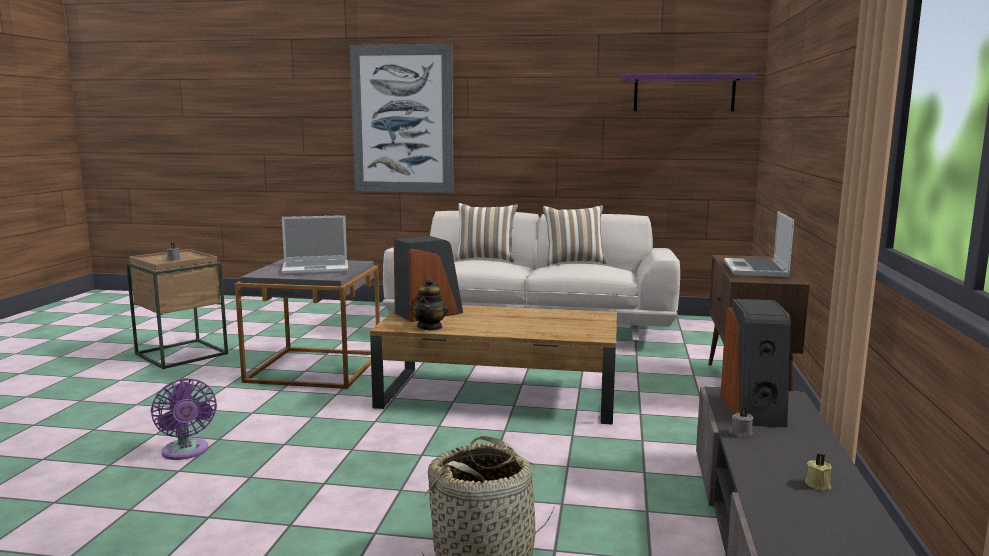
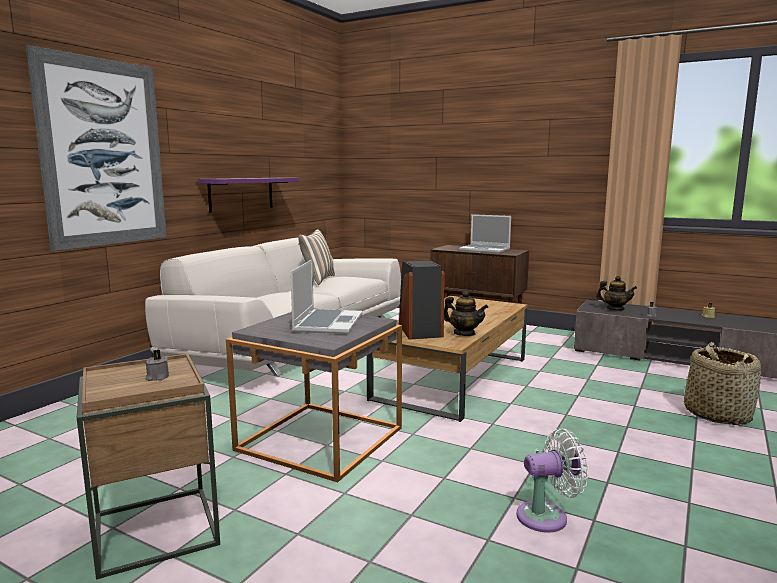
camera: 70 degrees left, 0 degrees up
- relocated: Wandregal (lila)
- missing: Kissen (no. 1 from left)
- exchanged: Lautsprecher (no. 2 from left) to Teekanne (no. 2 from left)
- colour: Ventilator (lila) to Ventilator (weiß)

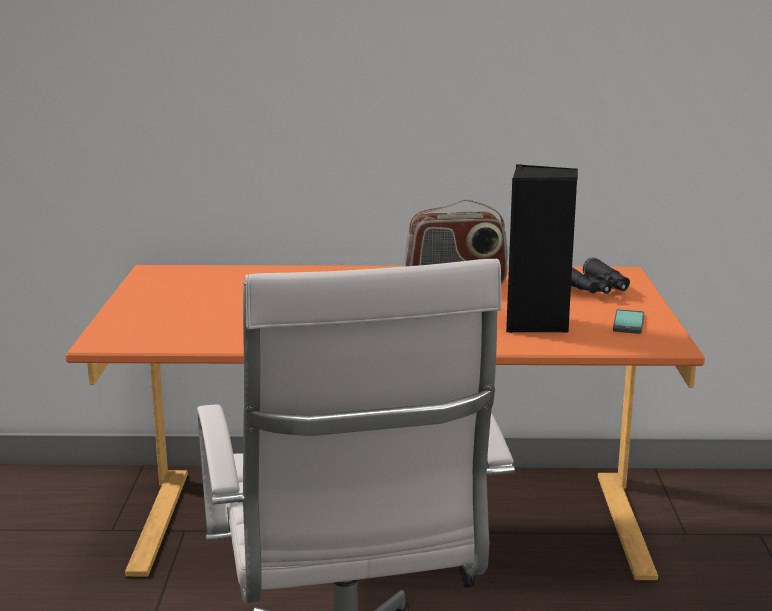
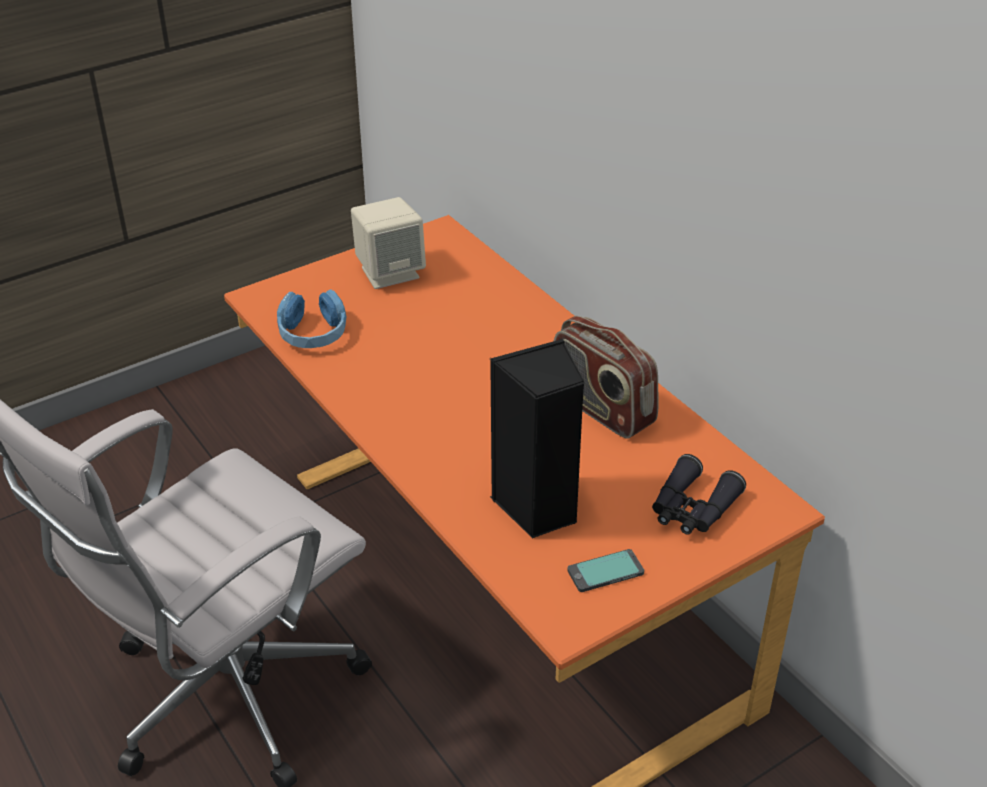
camera: 55 degrees right, 20 degrees up
- appeared: Lautsprecher (beige)
- appeared: Kopfhörer (blau)

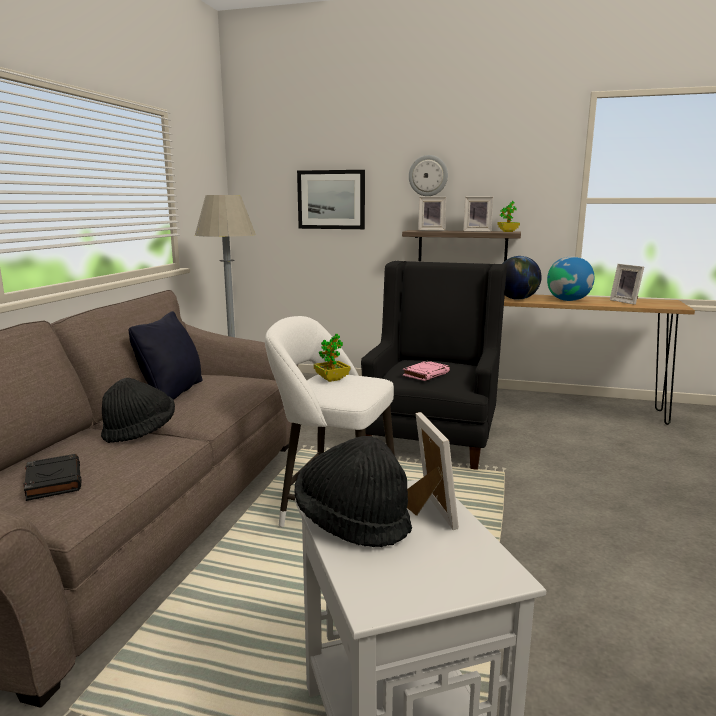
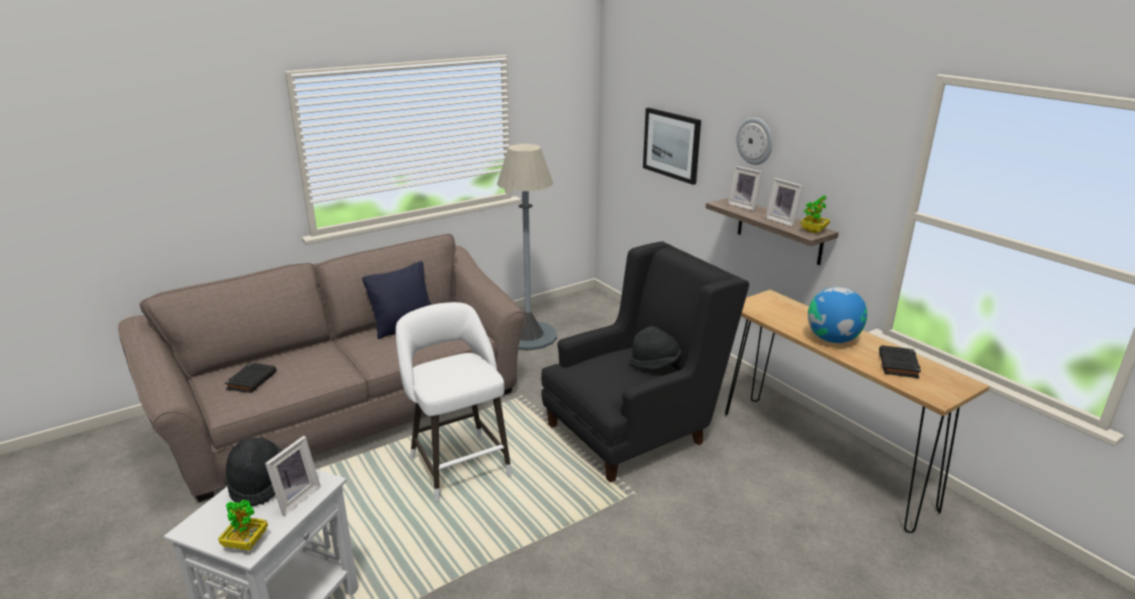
camera: 40 degrees right, 10 degrees up
- missing: Globus (no. 1 from left)
- exchanged: Bilderrahmen (no. 4 from left) to Buch (schwarz) (no. 2 from left)
- relocated: Topfpflanze (no. 1 from left)
- missing: Buch (rosa)
- relocated: Hut (schwarz) (no. 1 from left in the first image) to Hut (schwarz) (no. 2 from left)

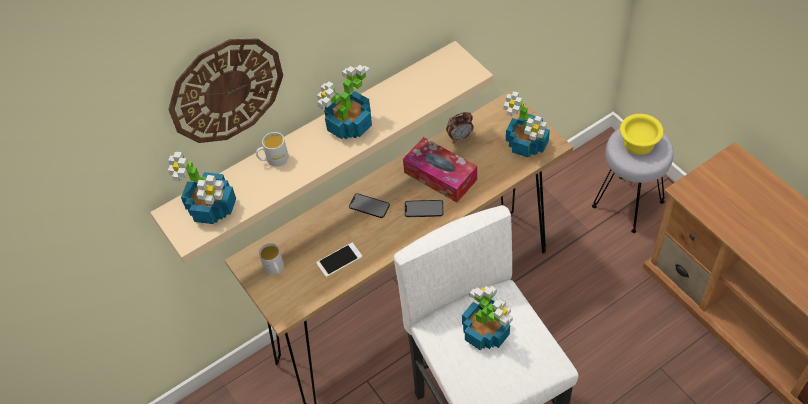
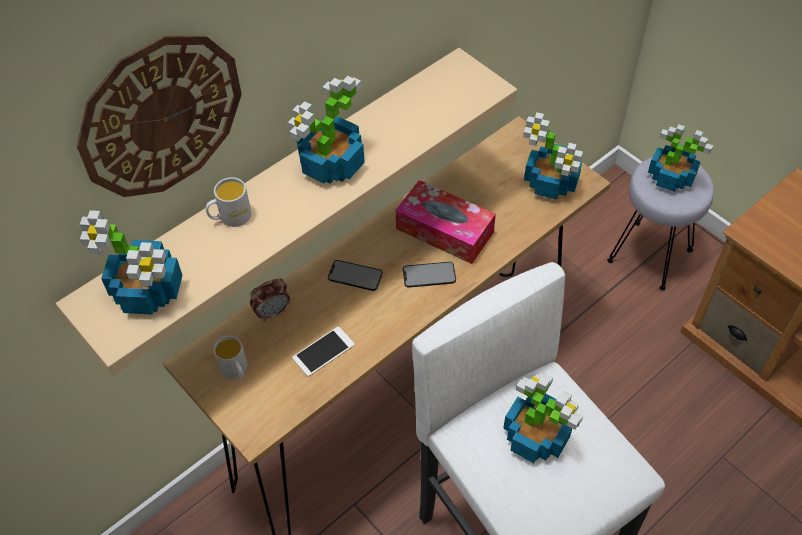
camera: 10 degrees left, 0 degrees up
- relocated: Wecker
- exchanged: Schüssel (gelb) to Topfpflanze (no. 5 from left)

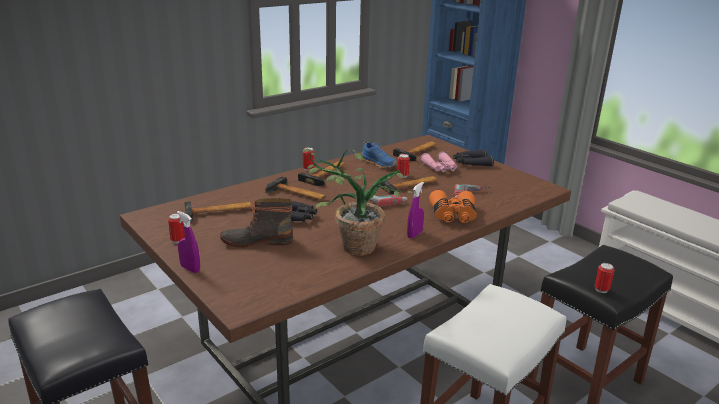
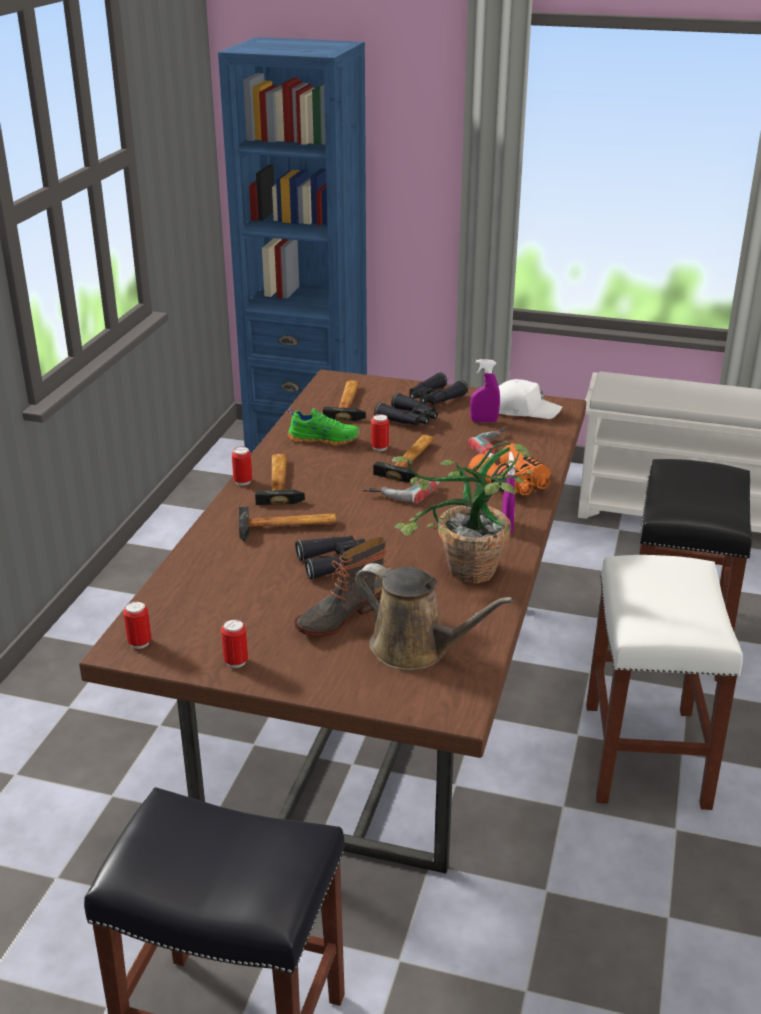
camera: 35 degrees left, 5 degrees up
- colour: Schuh (blau) to Schuh (grün)
- colour: Fernglas (rosa) to Fernglas (schwarz) (no. 2 from left)
- missing: Hammer (no. 1 from left)
- relocated: Sprühflasche (lila) (no. 1 from left)
- relocated: Dose (no. 4 from left in the first image) to Dose (no. 1 from left)
- appeared: Kappe (weiß)
- appeared: Gießkanne (braun)

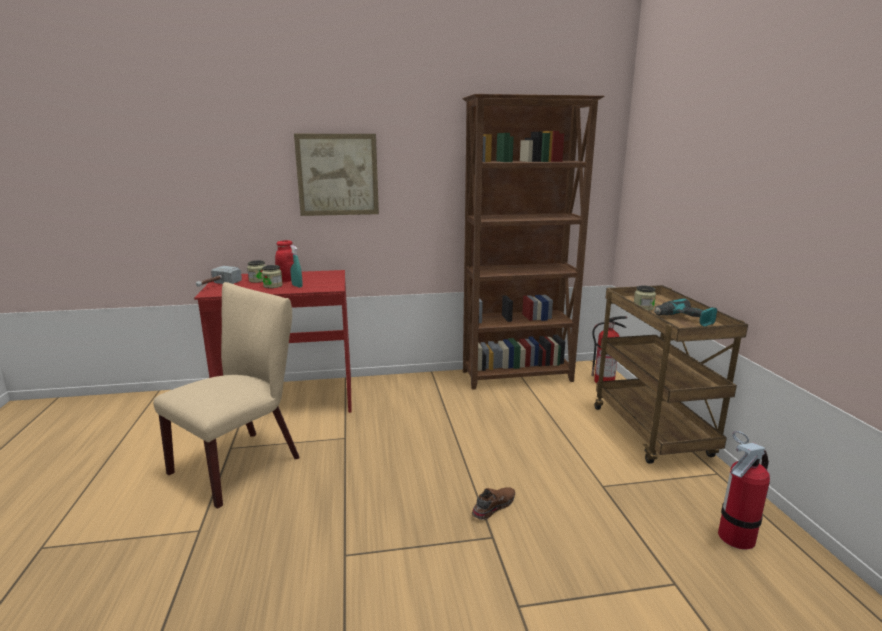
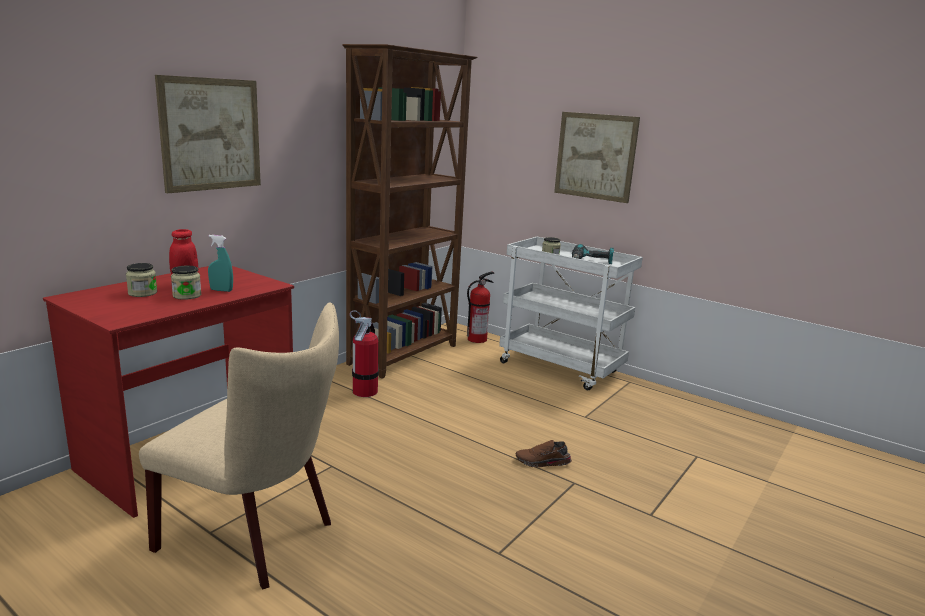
camera: 45 degrees left, 0 degrees up
- missing: Hammer
- spun: Stuhl (beige) 120 degrees clockwise
- colour: Rollwagen (braun) to Rollwagen (weiß)
- relocated: Feuerlöscher (no. 2 from left in the first image) to Feuerlöscher (no. 1 from left)
- spun: Schuh (braun) 90 degrees counterclockwise
- appeared: Bild (no. 2 from left)

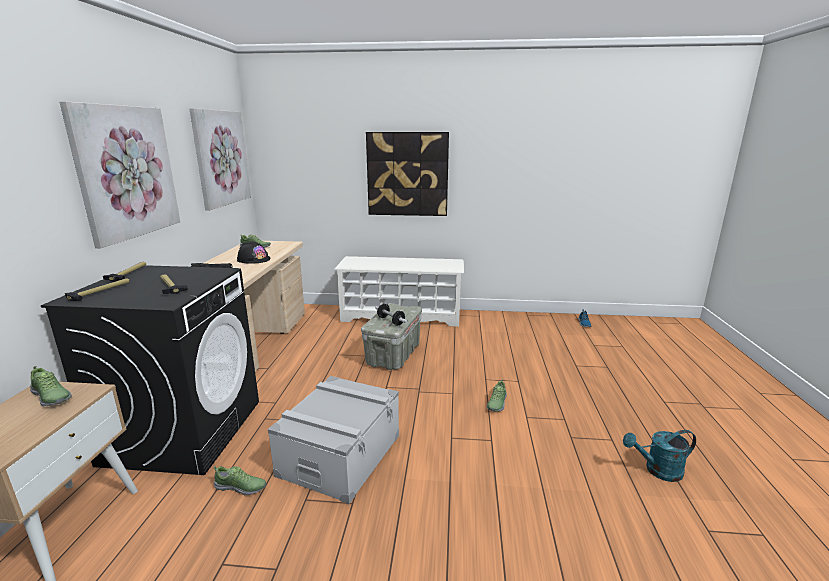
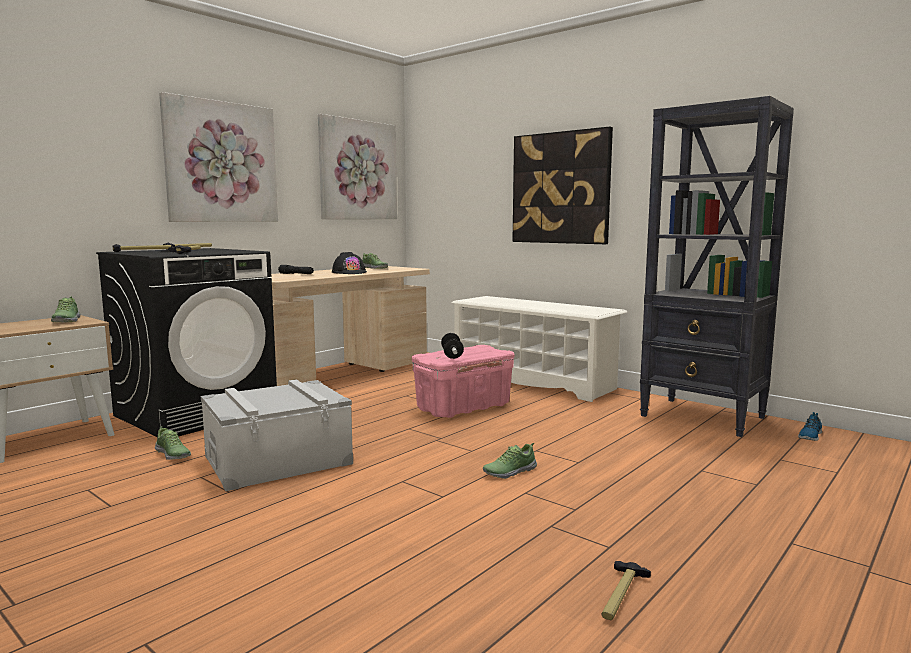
camera: 35 degrees right, 10 degrees down
- colour: Aufbewahrungsbox (grau) (no. 2 from left) to Aufbewahrungsbox (rosa)
- exchanged: Gießkanne (türkis) to Hammer (no. 4 from left)
- appeared: Bücherregal (schwarz)

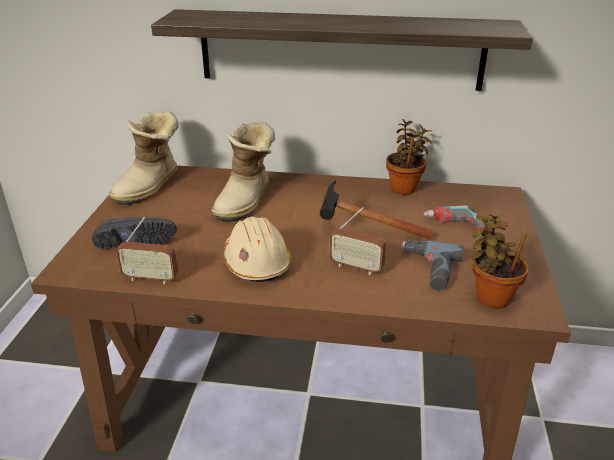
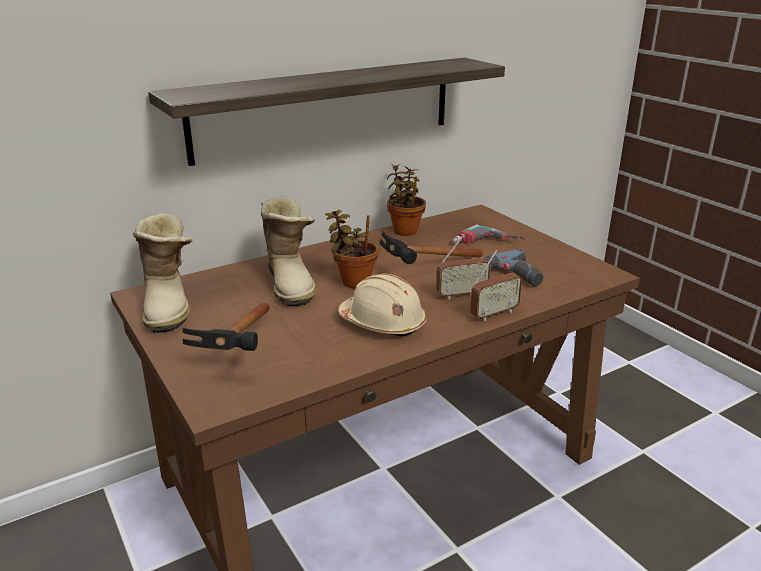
camera: 40 degrees left, 5 degrees down
- relocated: Topfpflanze (no. 2 from left in the first image) to Topfpflanze (no. 1 from left)
- exchanged: Schuh (schwarz) to Hammer (no. 1 from left)
- relocated: Radio (no. 1 from left in the first image) to Radio (no. 2 from left)

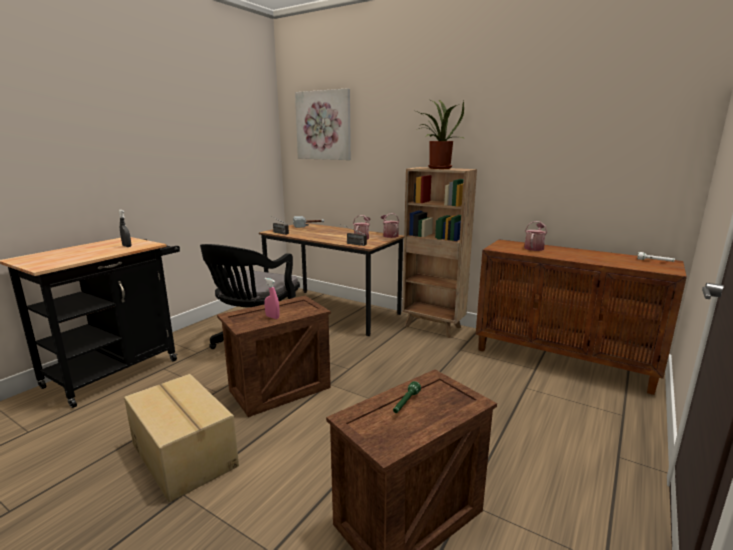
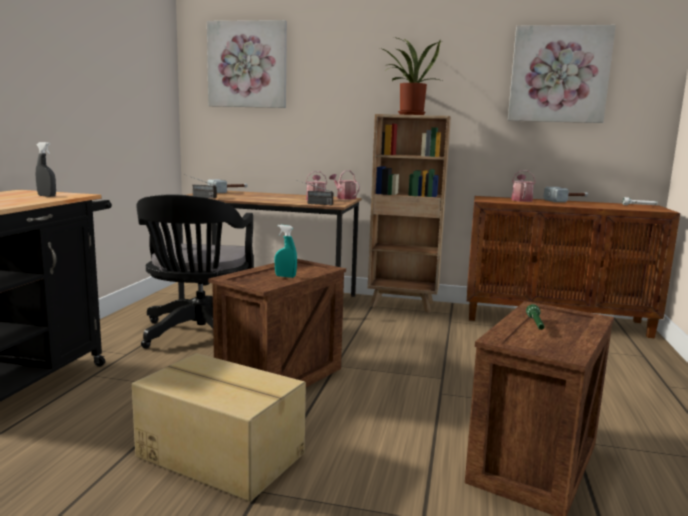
camera: 20 degrees left, 5 degrees down
- colour: Sprühflasche (rosa) to Sprühflasche (türkis)
- appeared: Bild (no. 2 from left)
- appeared: Hammer (no. 2 from left)

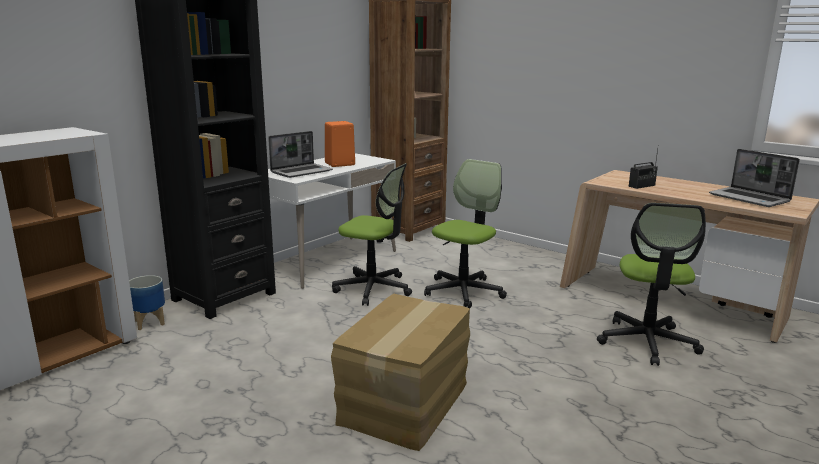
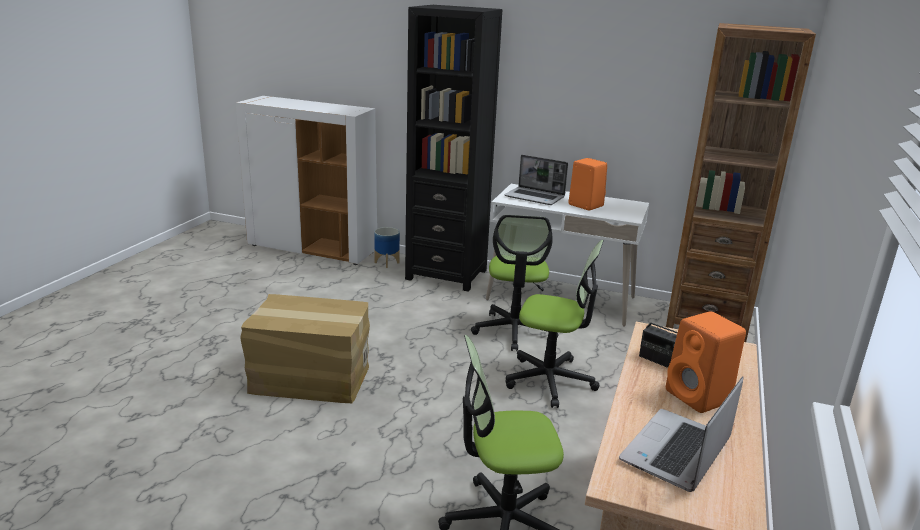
camera: 70 degrees right, 5 degrees up
- appeared: Lautsprecher (orange) (no. 2 from left)

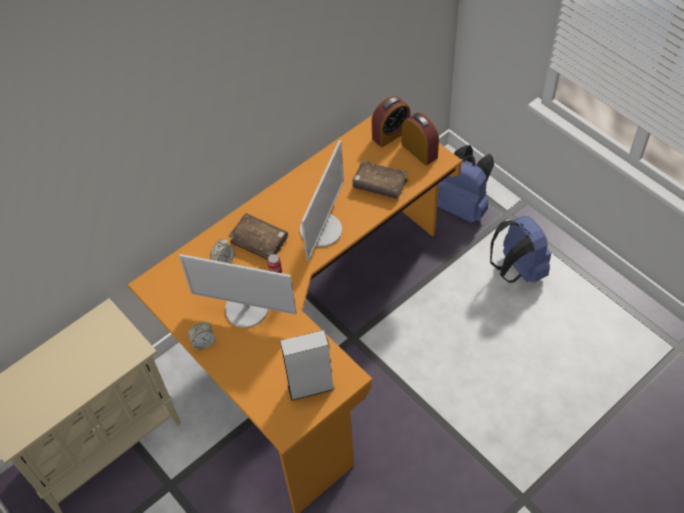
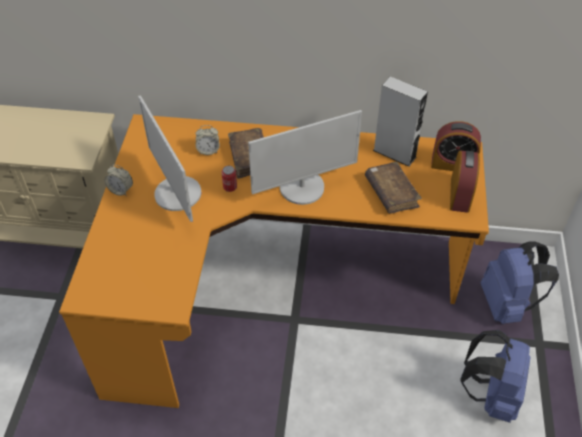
camera: 45 degrees right, 5 degrees down
- relocated: Lautsprecher (grau)

